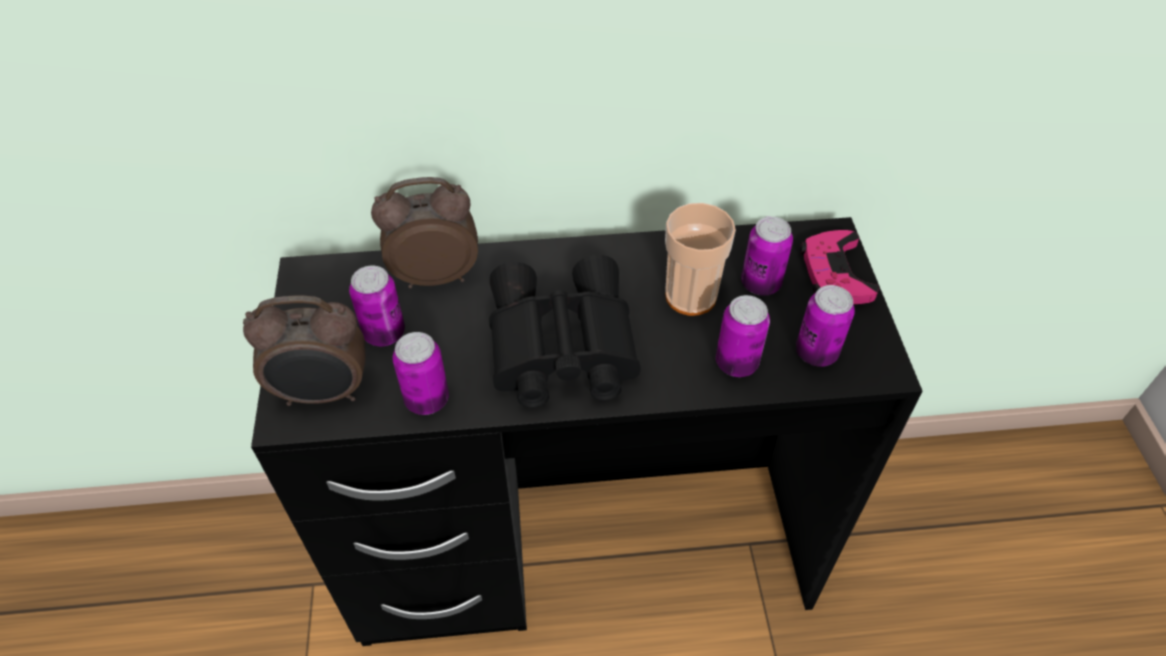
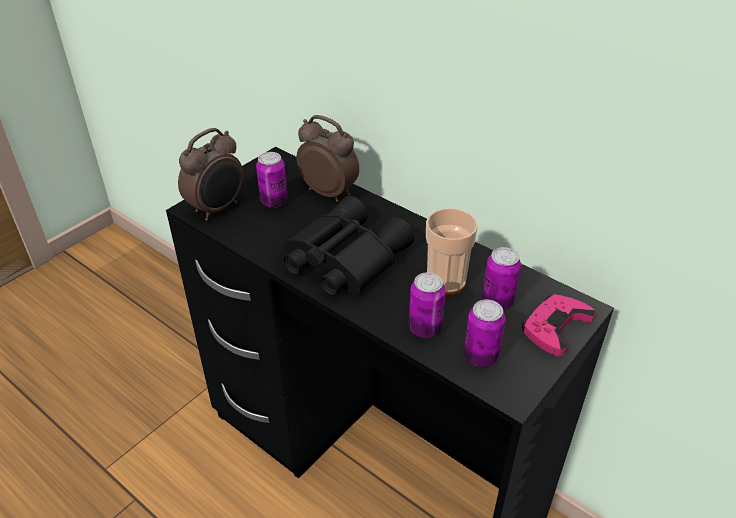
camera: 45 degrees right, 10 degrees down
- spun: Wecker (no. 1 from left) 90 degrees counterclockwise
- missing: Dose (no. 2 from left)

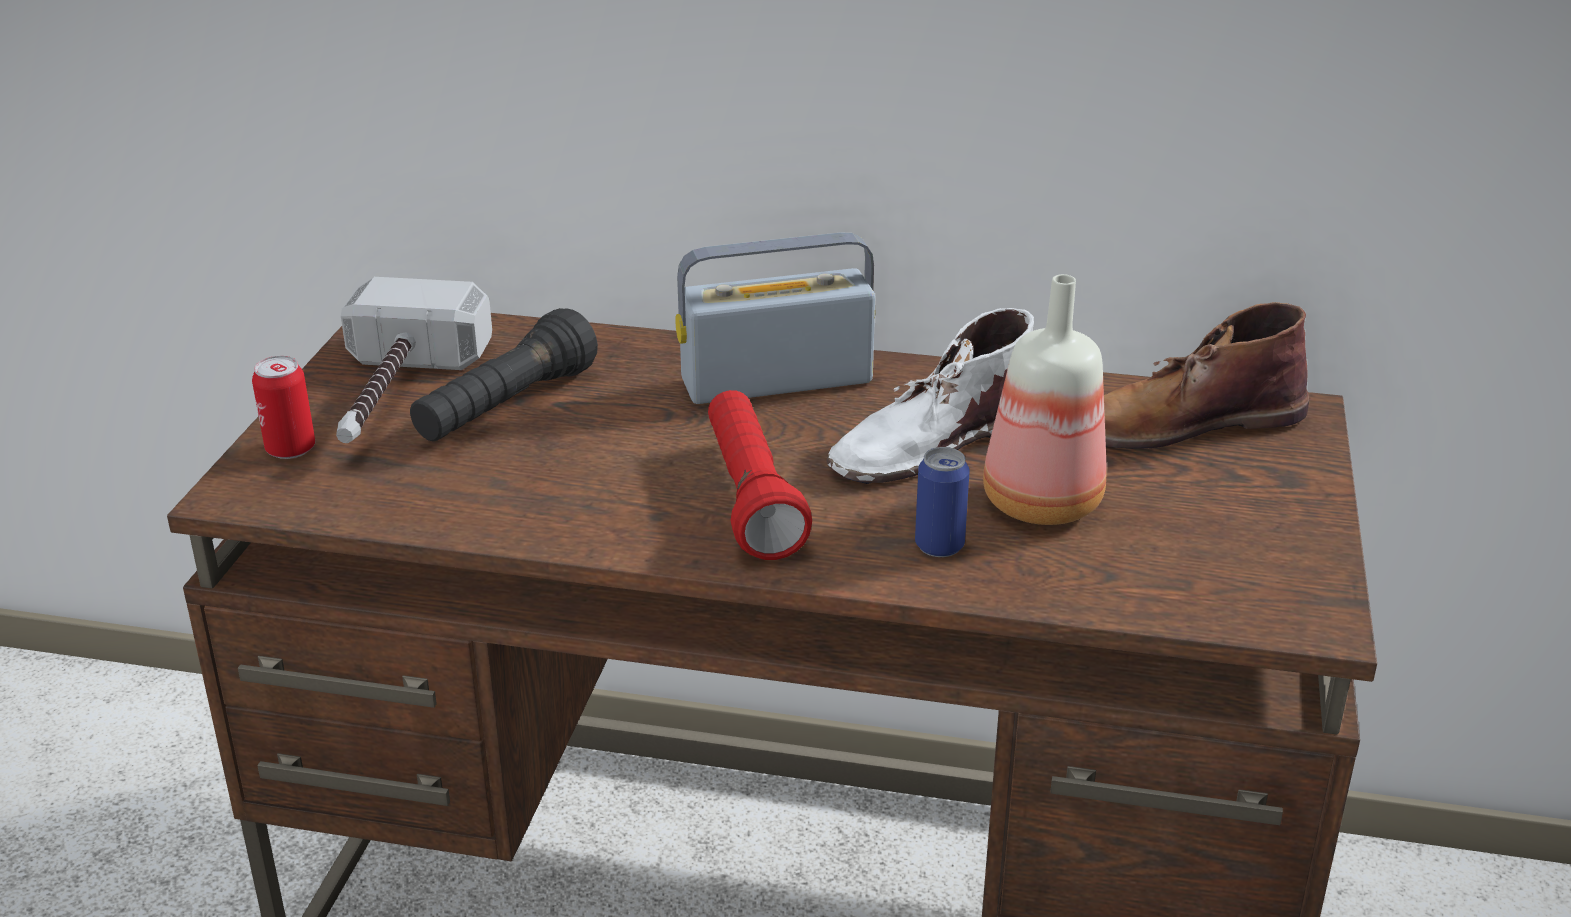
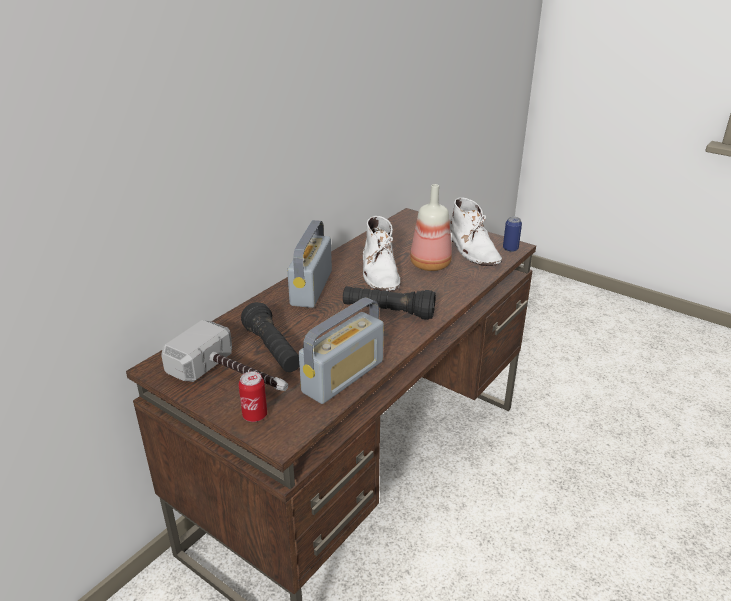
camera: 65 degrees left, 0 degrees up
- missing: Stiefel (braun)
- colour: Taschenlampe (rot) to Taschenlampe (schwarz) (no. 2 from left)
- relocated: Dose (no. 2 from left)
- appeared: Stiefel (weiß) (no. 2 from left)
- appeared: Radio (no. 2 from left)

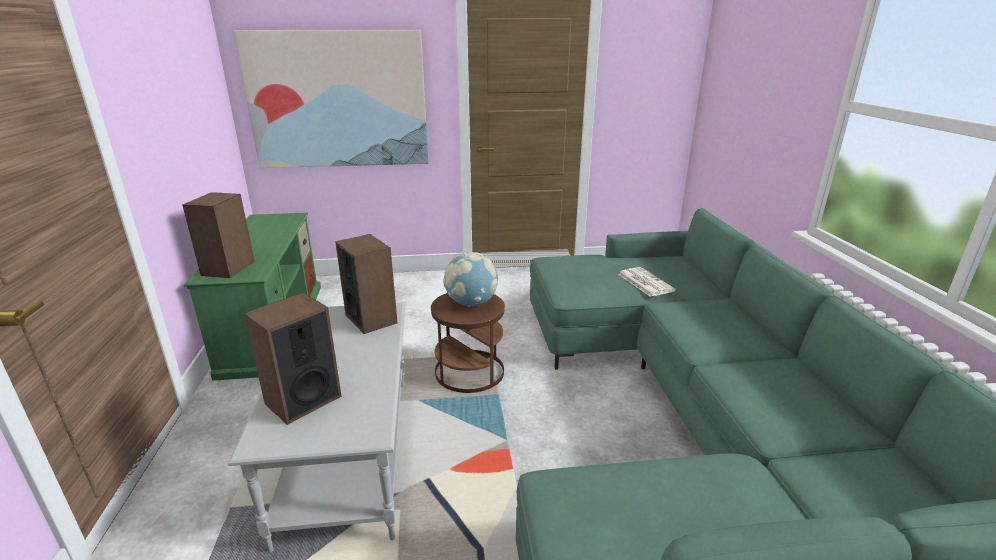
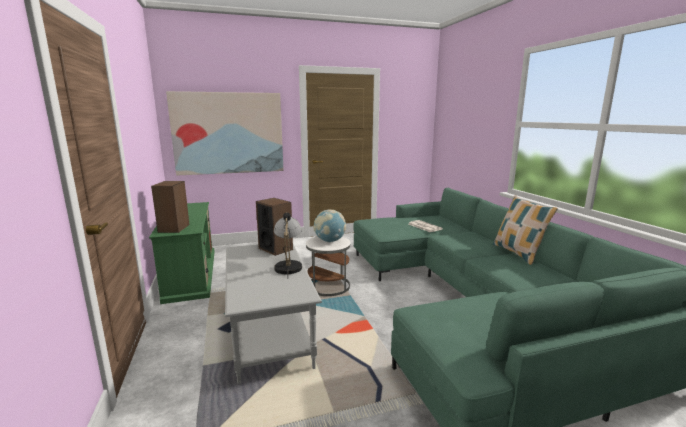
camera: 10 degrees left, 10 degrees down
- missing: Lautsprecher (no. 2 from left)
- colour: Beistelltisch (braun) to Beistelltisch (weiß)
- appeared: Kissen
- appeared: Tischlampe

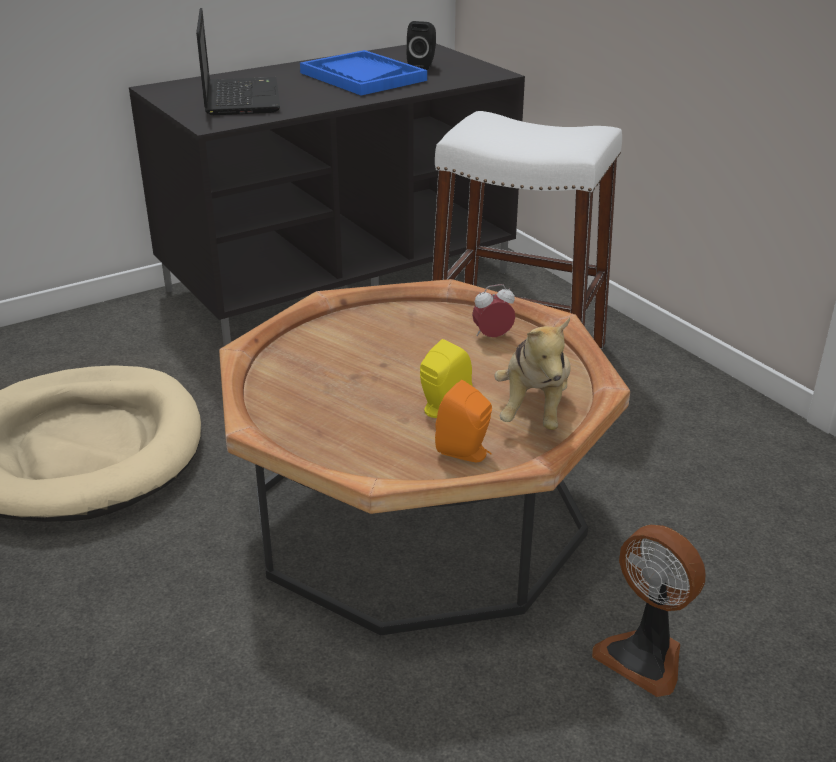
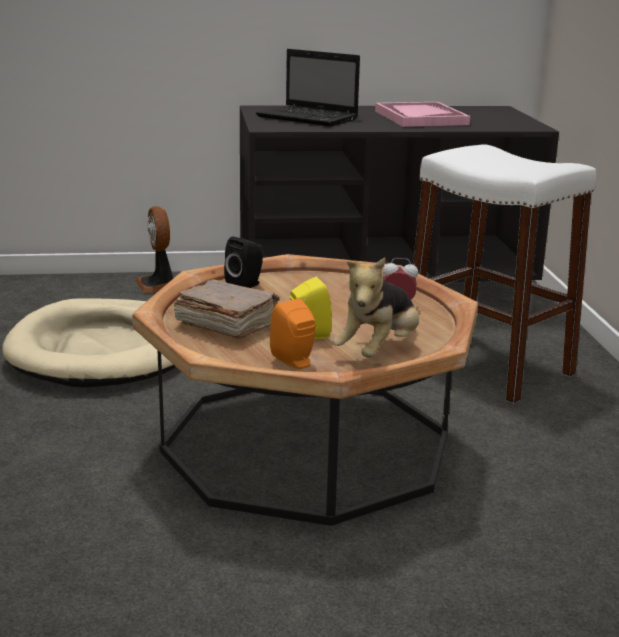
camera: 25 degrees right, 10 degrees down
- spun: Laptop 105 degrees clockwise
- relocated: Lautsprecher (schwarz)
- colour: Tablett (blau) to Tablett (rosa)
- relocated: Ventilator
- appeared: Buch (braun)

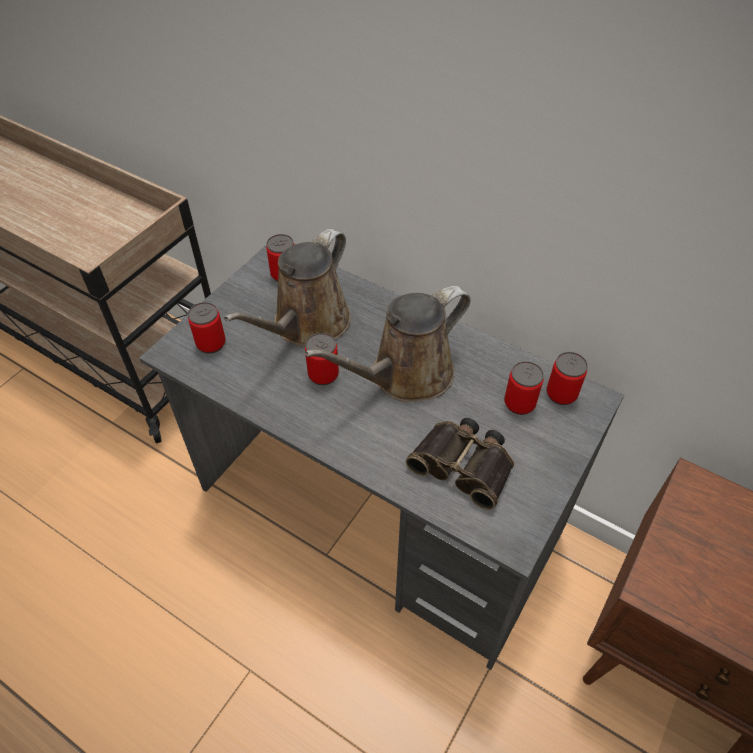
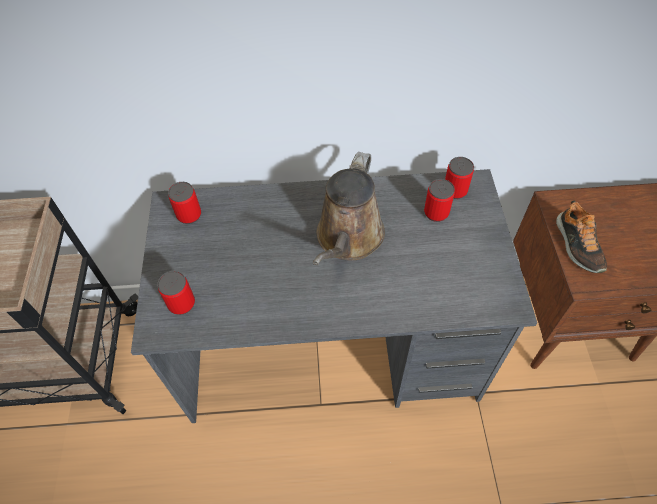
camera: 35 degrees left, 5 degrees up
- missing: Gießkanne (braun) (no. 1 from left)
- missing: Dose (no. 3 from left)
- missing: Fernglas
- appeared: Schuh

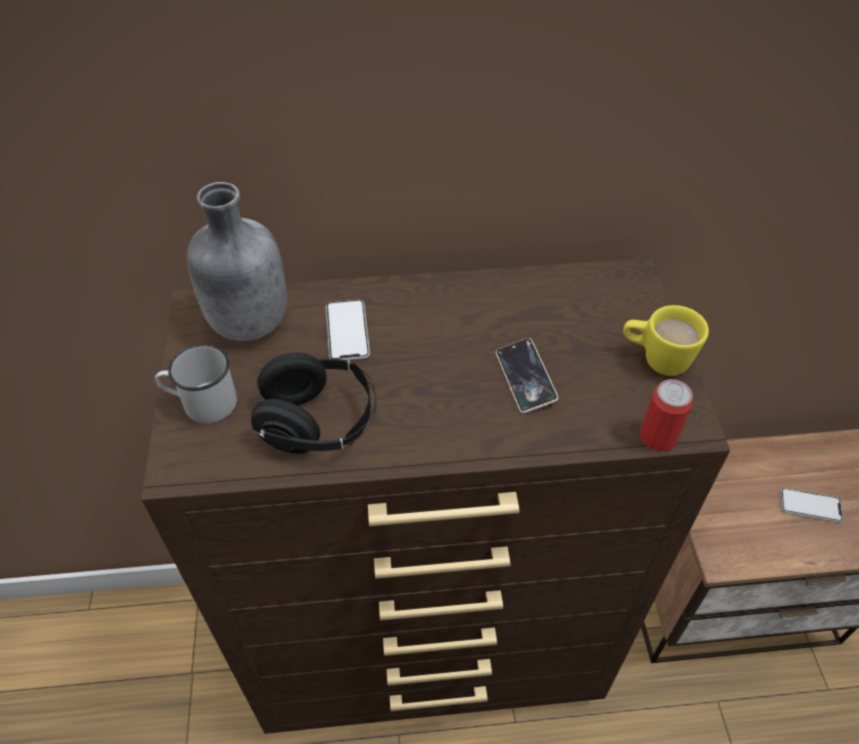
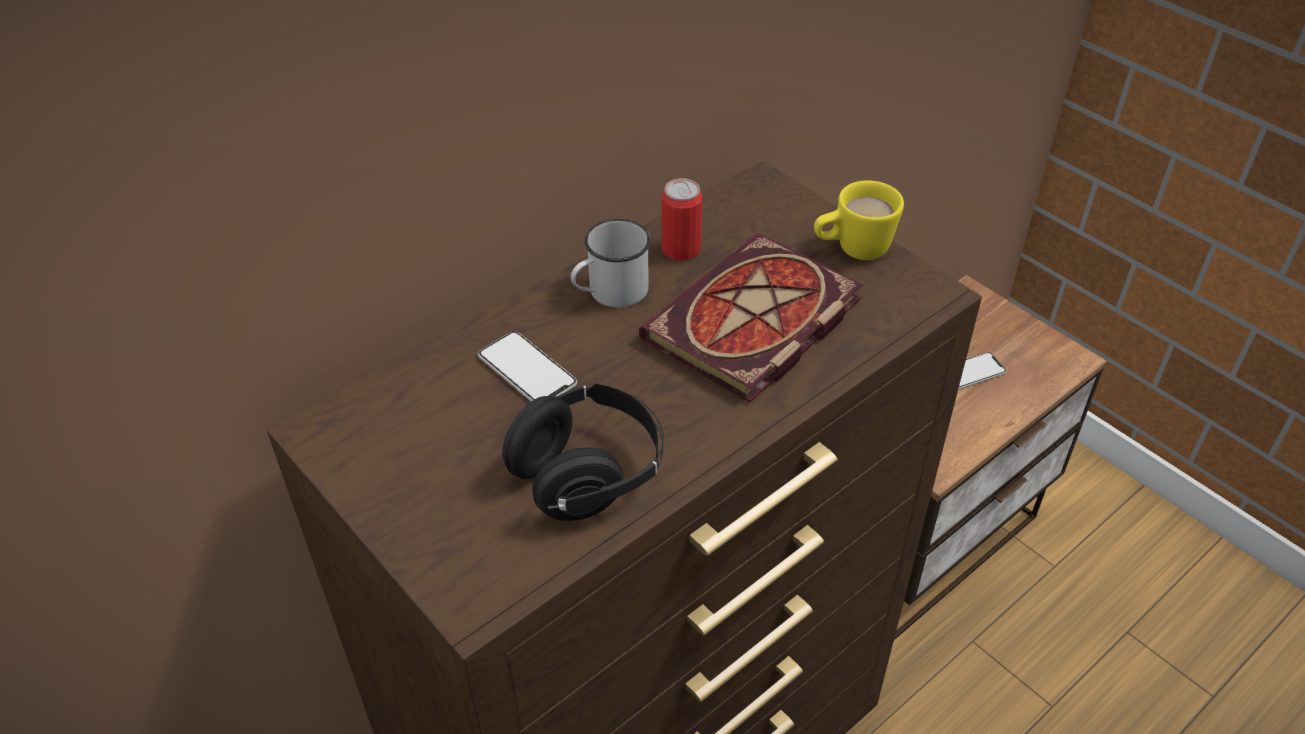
camera: 35 degrees left, 5 degrees down
- missing: Flasche (grau)
- exchanged: Handy (no. 2 from left) to Buch
- relocated: Henkelbecher (weiß)
- relocated: Dose

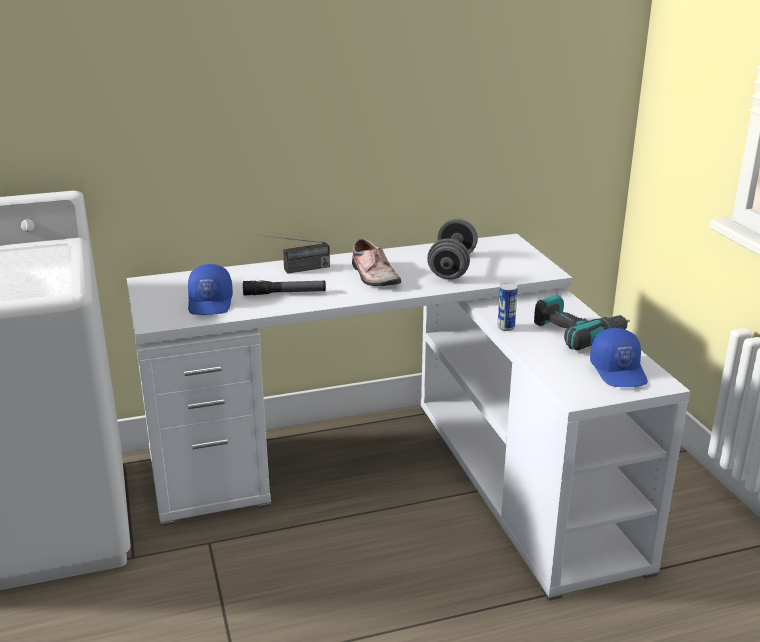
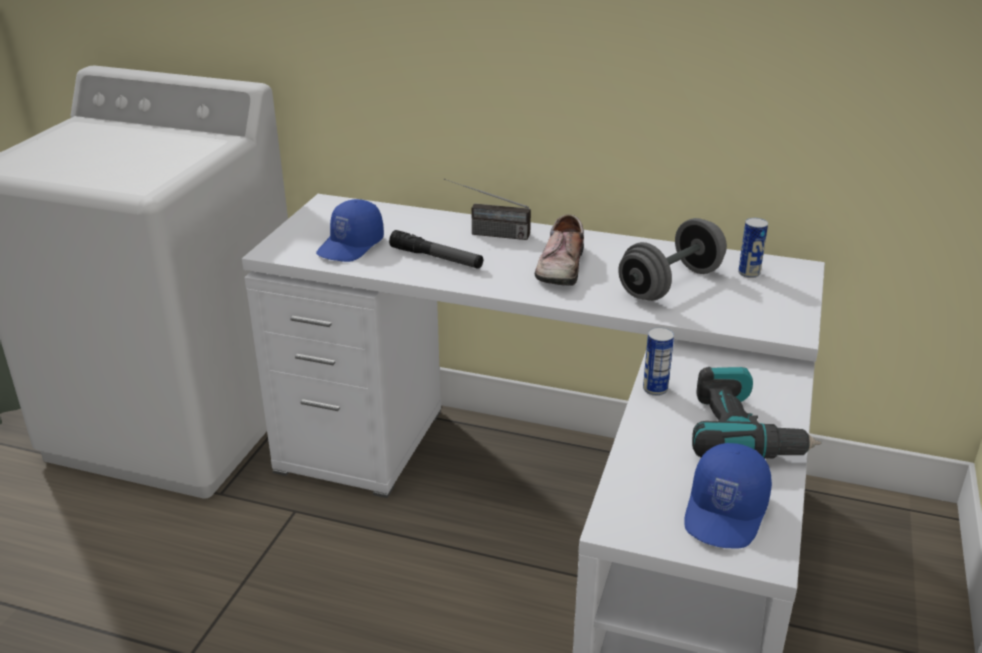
camera: 35 degrees right, 5 degrees up
- appeared: Dose (no. 2 from left)

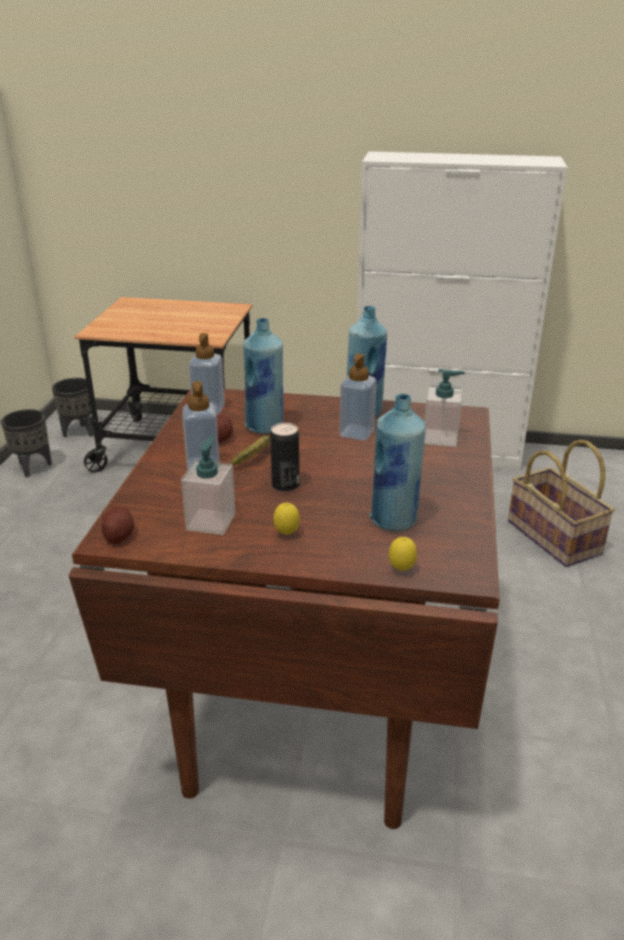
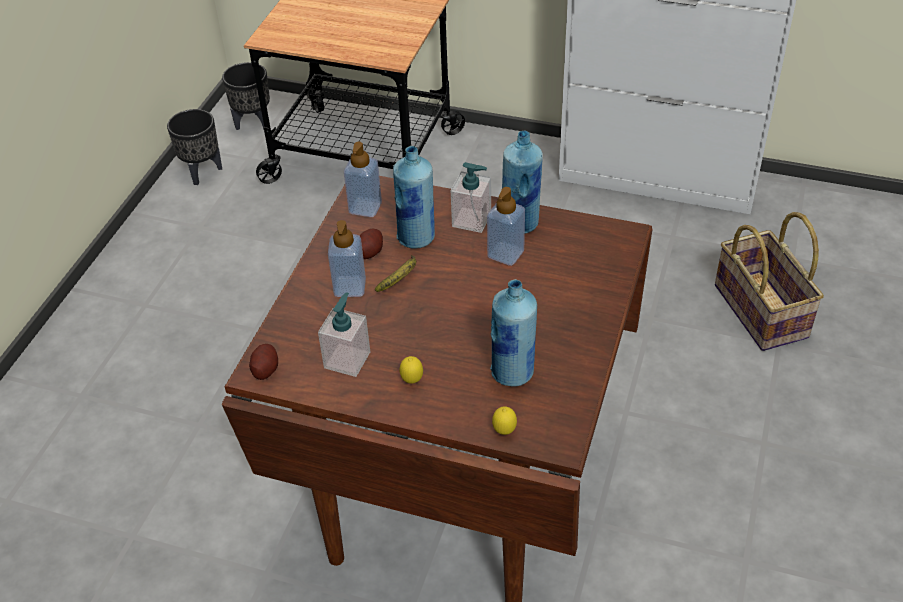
camera: 10 degrees right, 15 degrees up
- relocated: Seifenspender (no. 5 from left in the first image) to Seifenspender (no. 4 from left)
- missing: Dose

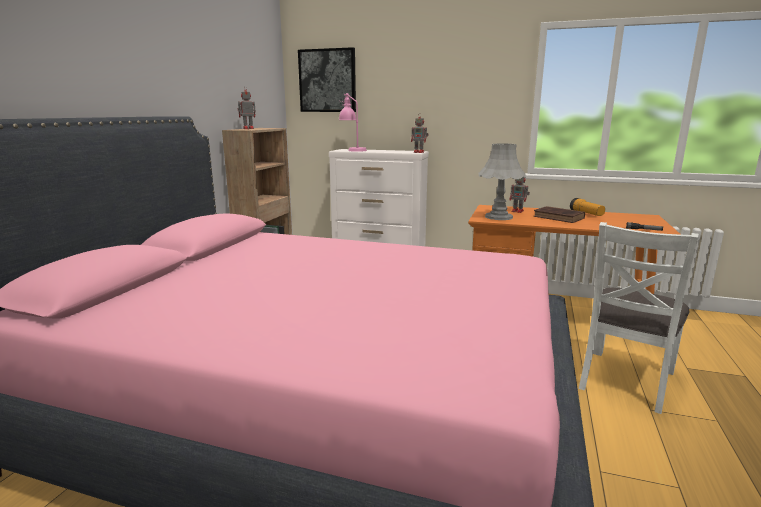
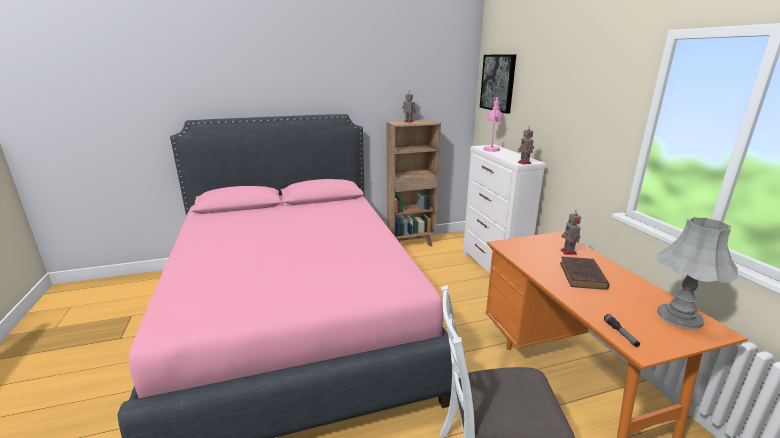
camera: 55 degrees right, 5 degrees up
- relocated: Tischlampe (grau)
- missing: Taschenlampe (no. 1 from left)

